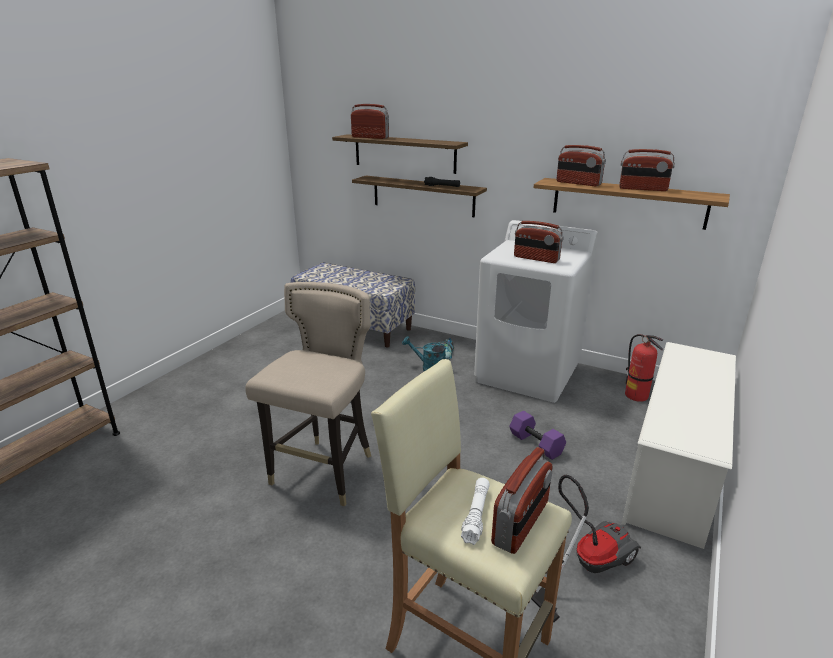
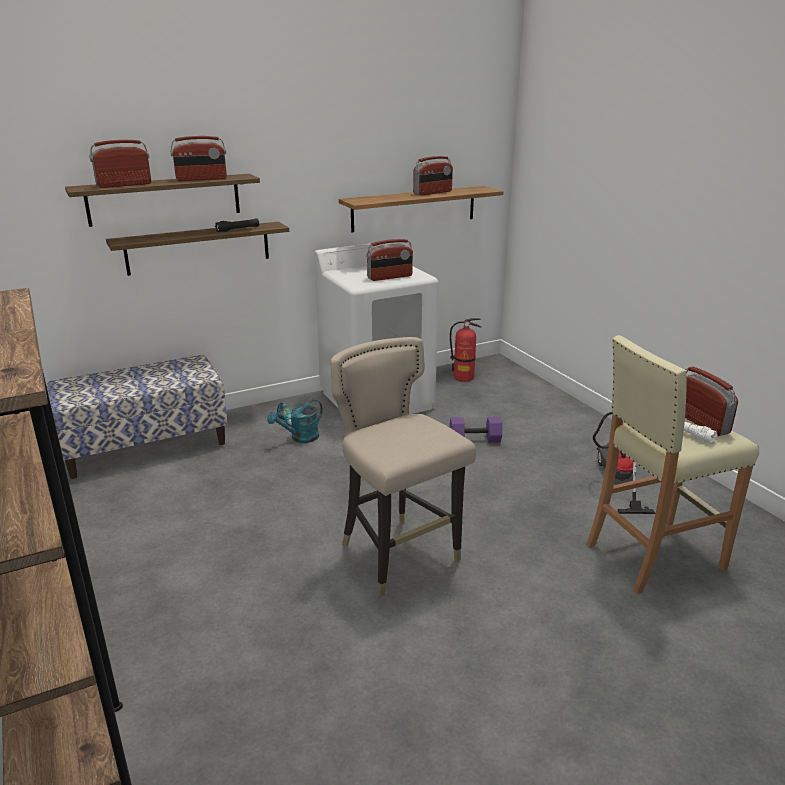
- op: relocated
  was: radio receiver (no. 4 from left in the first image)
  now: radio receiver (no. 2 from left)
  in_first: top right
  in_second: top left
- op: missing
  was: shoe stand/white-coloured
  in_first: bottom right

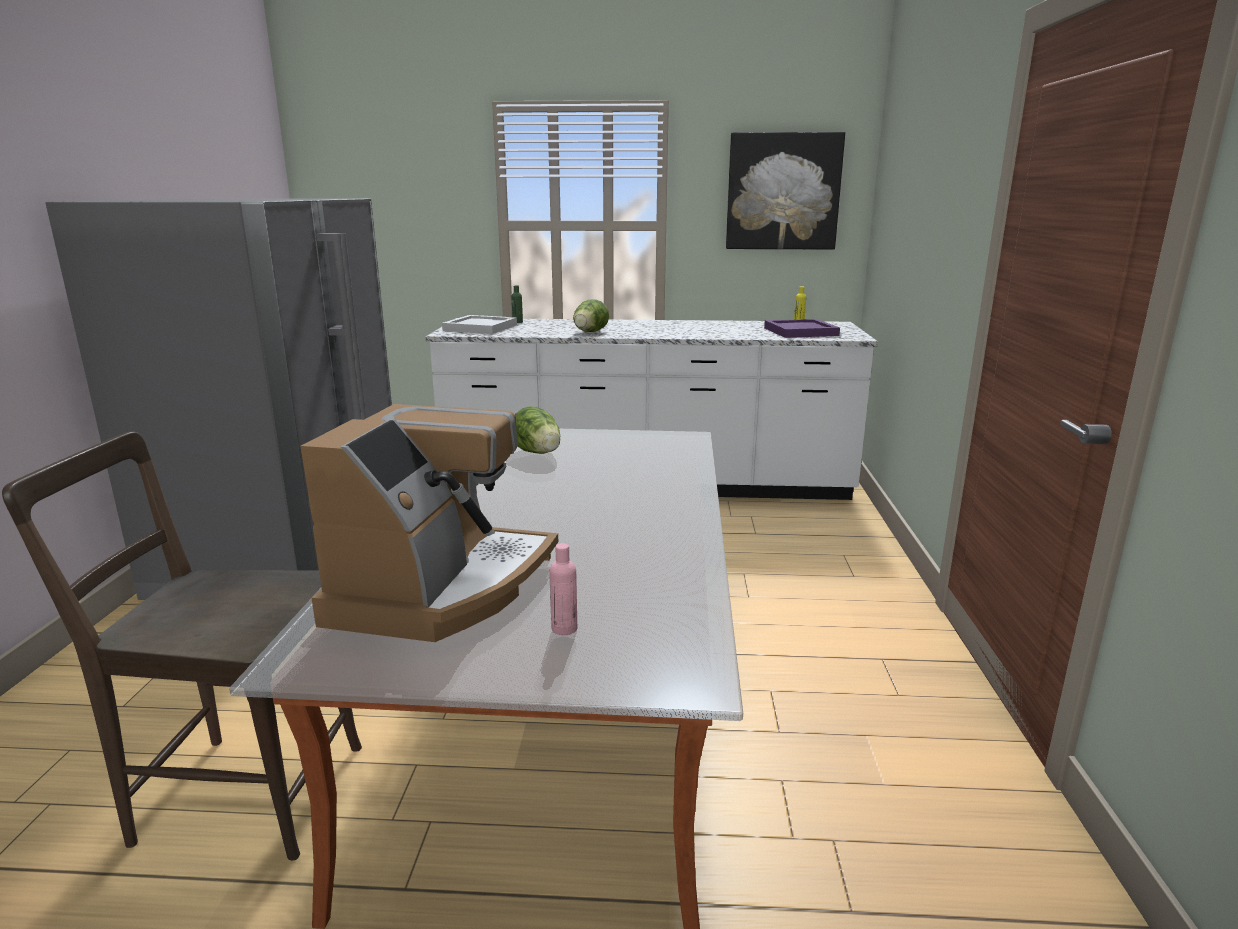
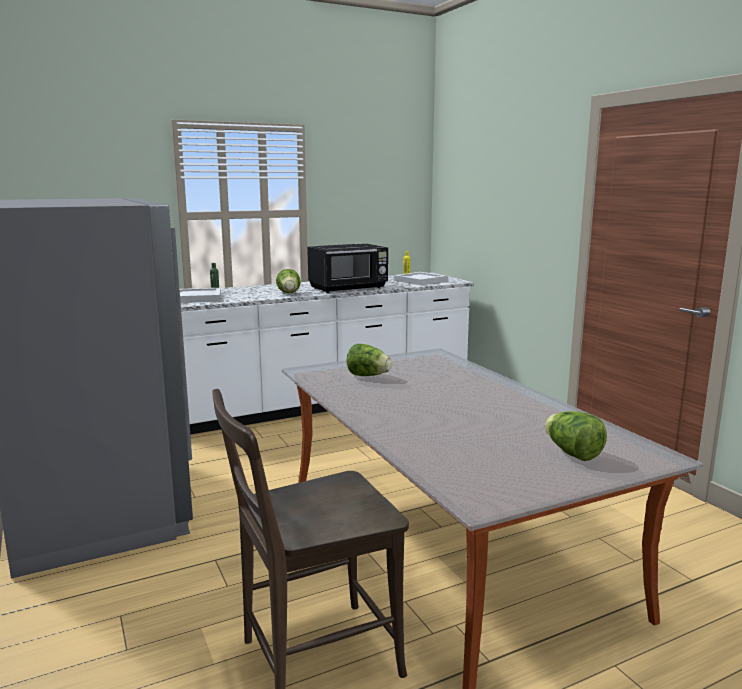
- op: appeared
  now: microwave/black-coloured
  in_second: centre
- op: colour
  was: tray/purple-coloured
  now: tray/white-coloured (no. 2 from left)
  in_first: centre
  in_second: centre
- op: exchanged
  was: beverage bottle/pink-coloured
  now: lettuce head (no. 3 from left)
  in_first: centre
  in_second: middle right
- op: missing
  was: coffee machine
  in_first: centre
- op: missing
  was: picture
  in_first: top centre

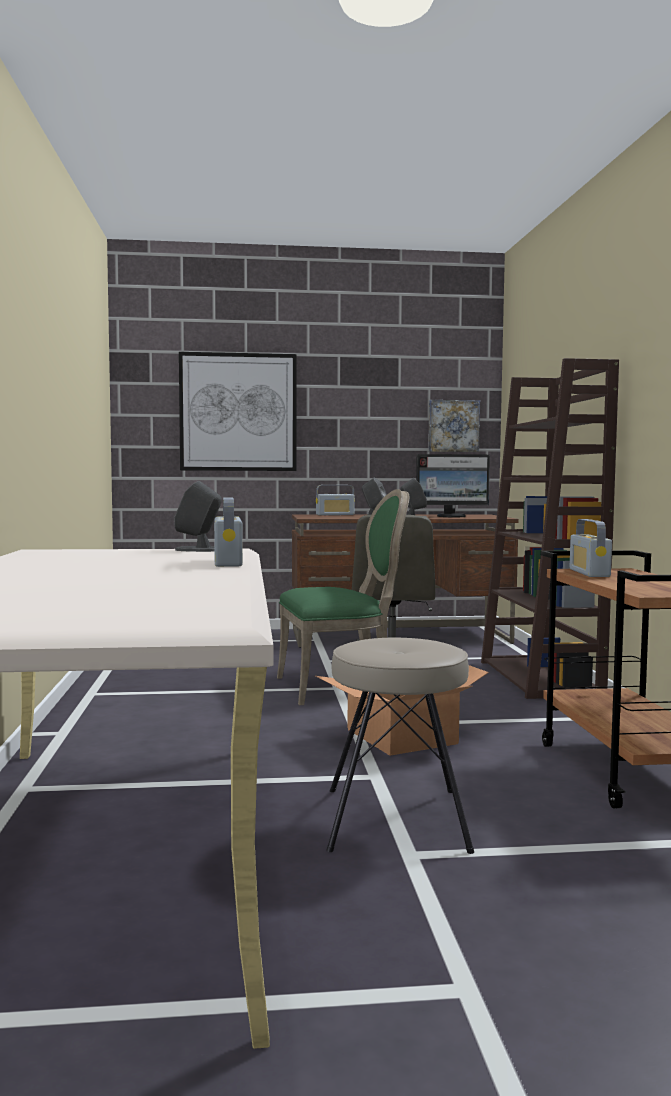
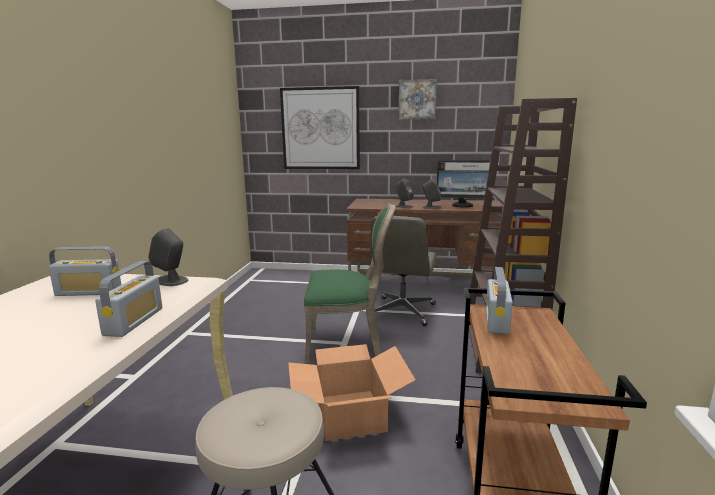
- op: relocated
  was: radio receiver (no. 2 from left in the first image)
  now: radio receiver (no. 1 from left)
  in_first: centre
  in_second: middle left
- op: relocated
  was: picture (no. 2 from left)
  in_first: middle right
  in_second: top centre

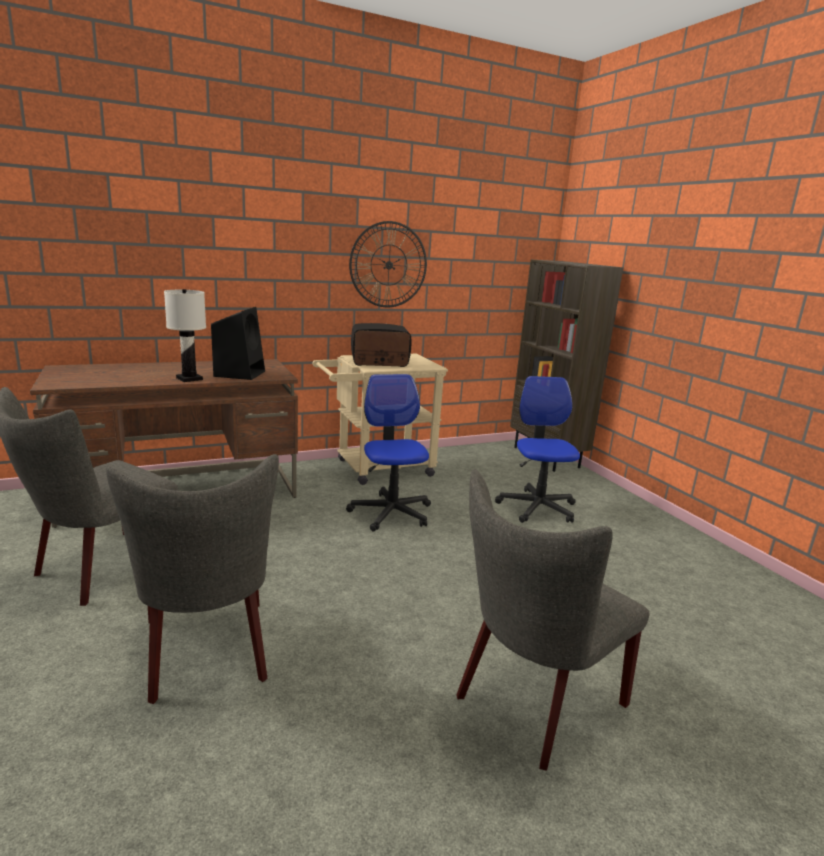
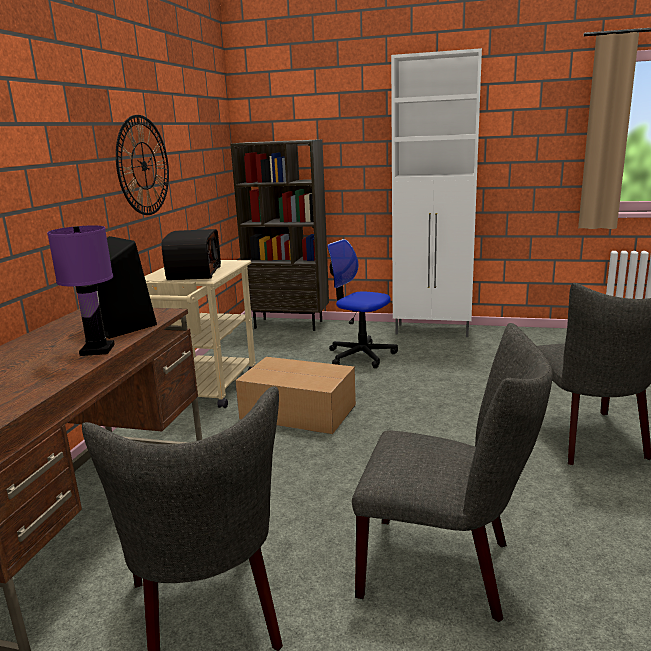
- op: colour
  was: tabletop lamp/white-coloured
  now: tabletop lamp/purple-coloured
  in_first: middle left
  in_second: middle left
- op: spun
  was: radio receiver
  in_first: centre
  in_second: middle left
  clockwise: 150
- op: exchanged
  was: computer chair (no. 1 from left)
  now: cardboard box
  in_first: centre
  in_second: centre
- op: appeared
  now: storage cabinet/white-coloured
  in_second: top right

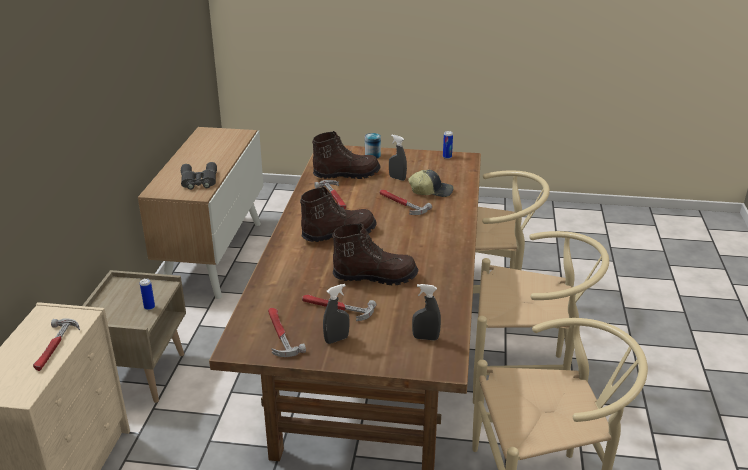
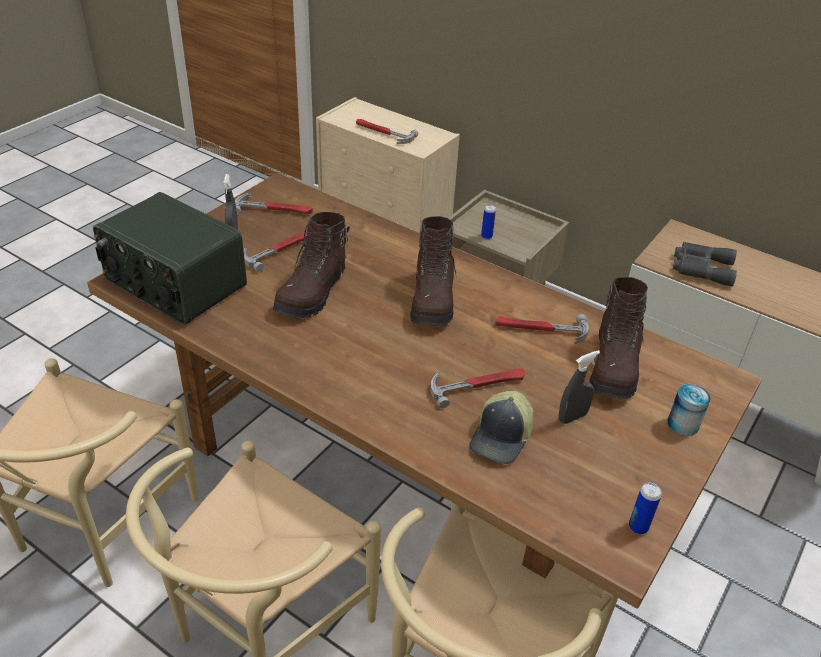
- op: exchanged
  was: hand sprayer/gray (no. 3 from left)
  now: radio receiver
  in_first: centre
  in_second: middle left

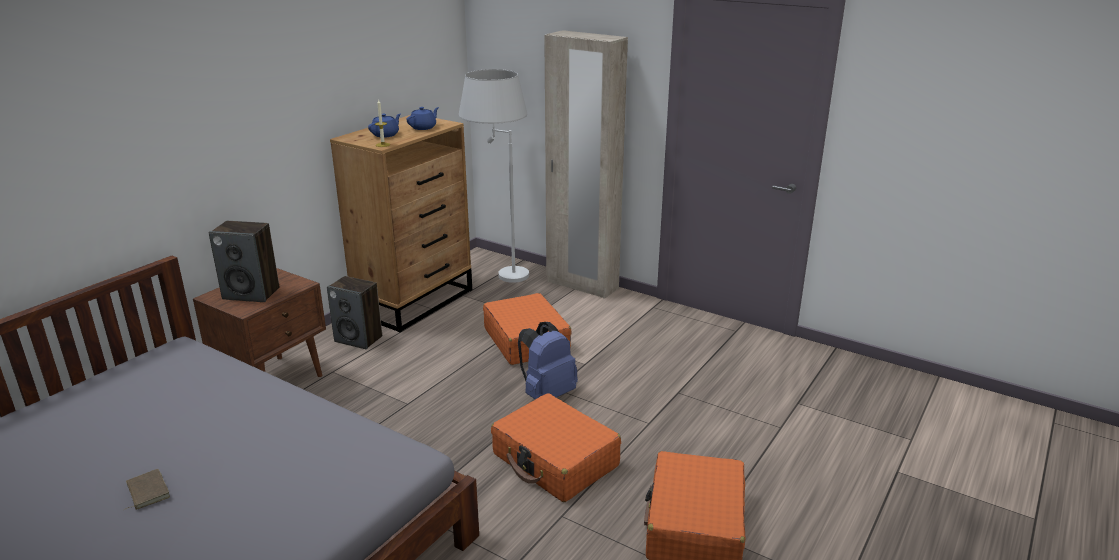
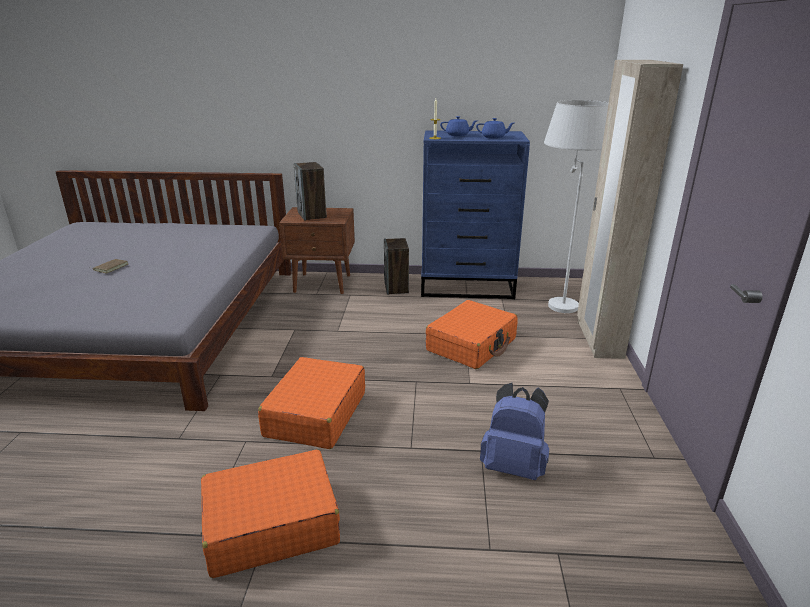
- op: colour
  was: chest of drawers/brown
  now: chest of drawers/blue-coloured
  in_first: centre
  in_second: centre
- op: relocated
  was: rucksack/blue-coloured
  in_first: centre
  in_second: bottom centre

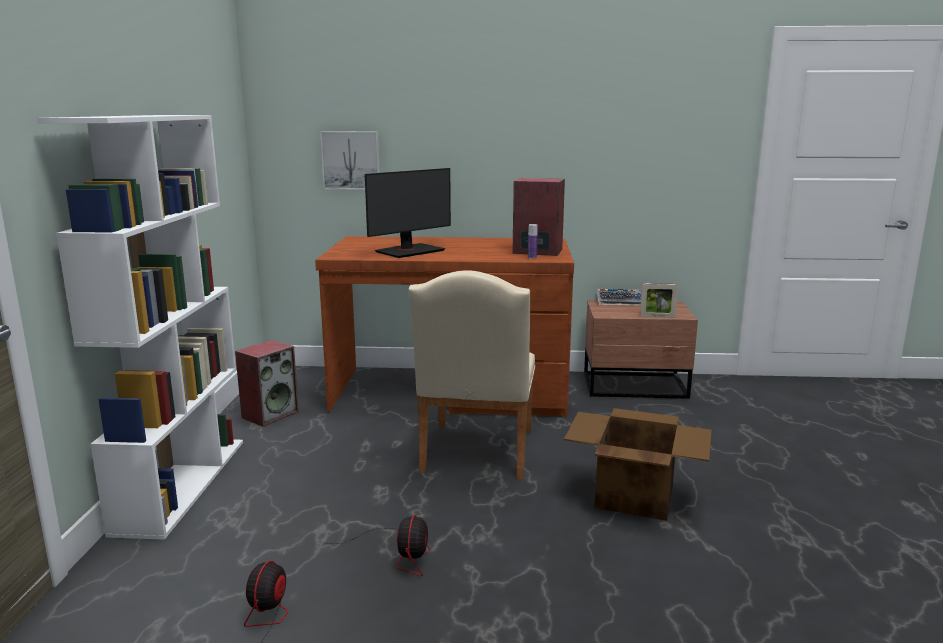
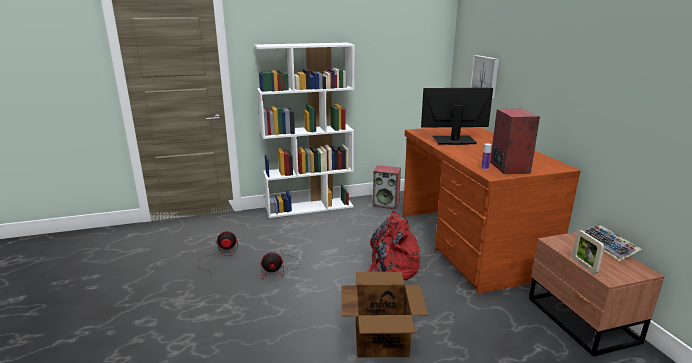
- op: exchanged
  was: upright chair/sand-coloured
  now: rucksack/reddish
  in_first: centre
  in_second: bottom centre
- op: spun
  was: computer screen
  in_first: top centre
  in_second: top centre
  clockwise: 150

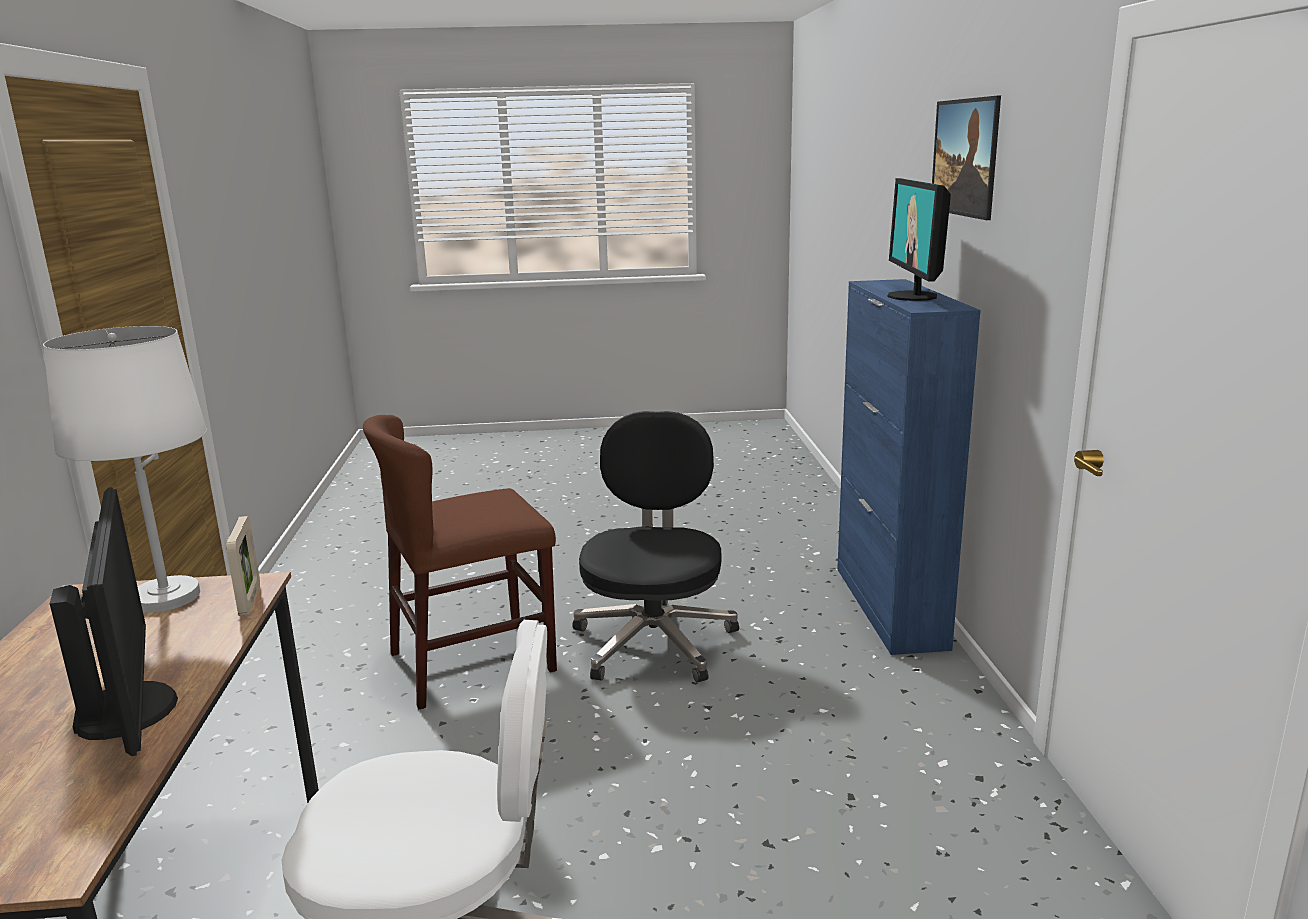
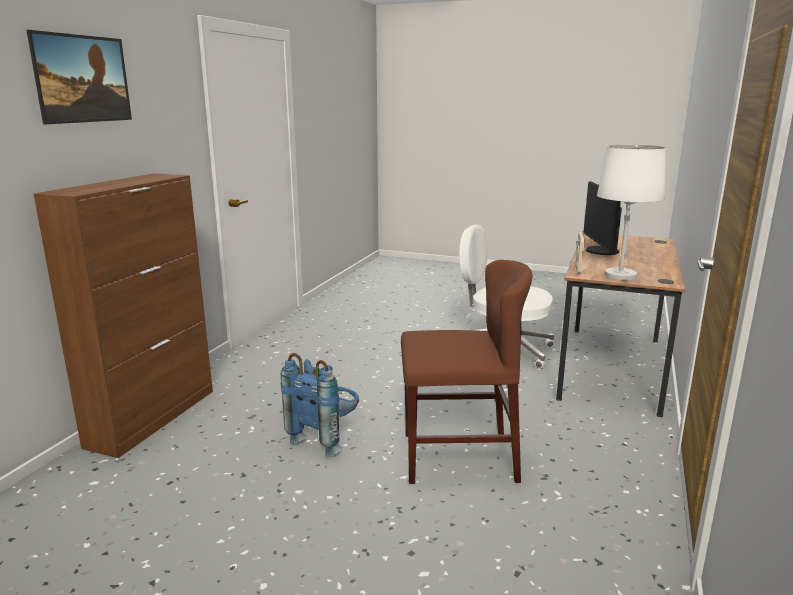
- op: colour
  was: storage cabinet/blue-coloured
  now: storage cabinet/brown
  in_first: middle right
  in_second: middle left
- op: exchanged
  was: computer chair/black-coloured
  now: rucksack/blue-coloured
  in_first: centre
  in_second: bottom centre
- op: missing
  was: computer screen (no. 2 from left)
  in_first: top right

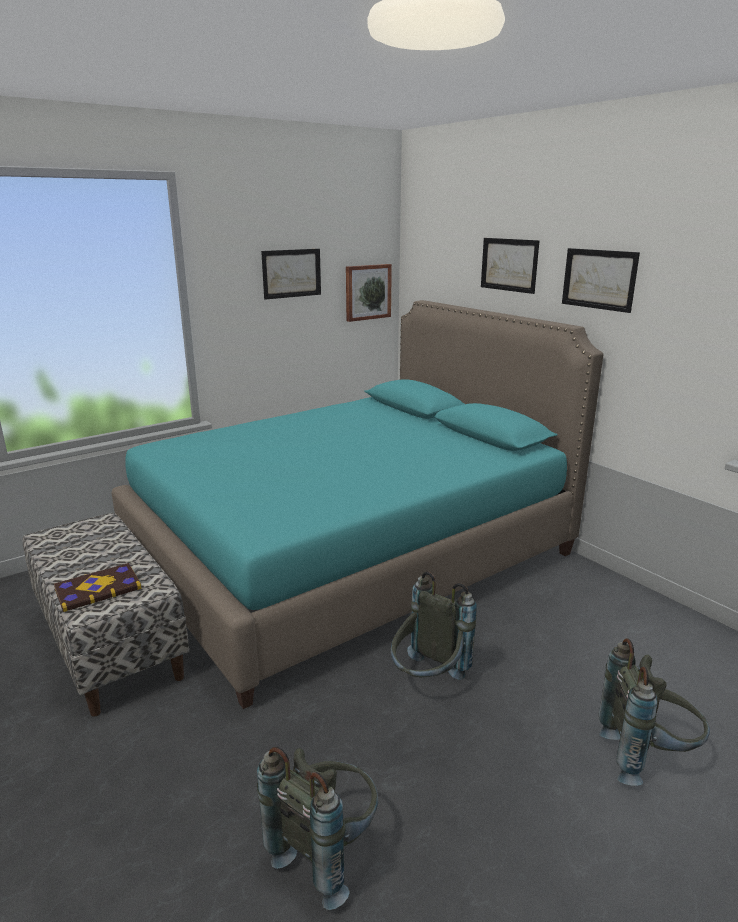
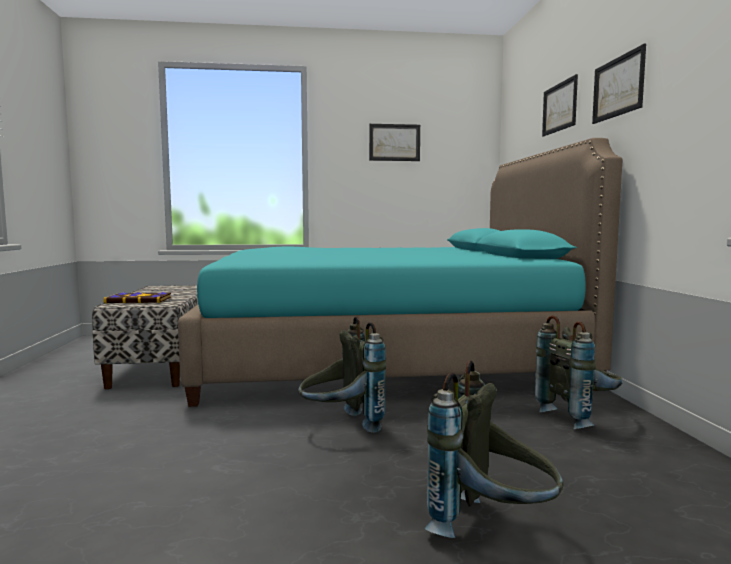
- op: relocated
  was: rucksack/gray (no. 1 from left in the first image)
  now: rucksack/gray (no. 3 from left)
  in_first: bottom centre
  in_second: middle right
- op: missing
  was: picture (no. 2 from left)
  in_first: top centre

